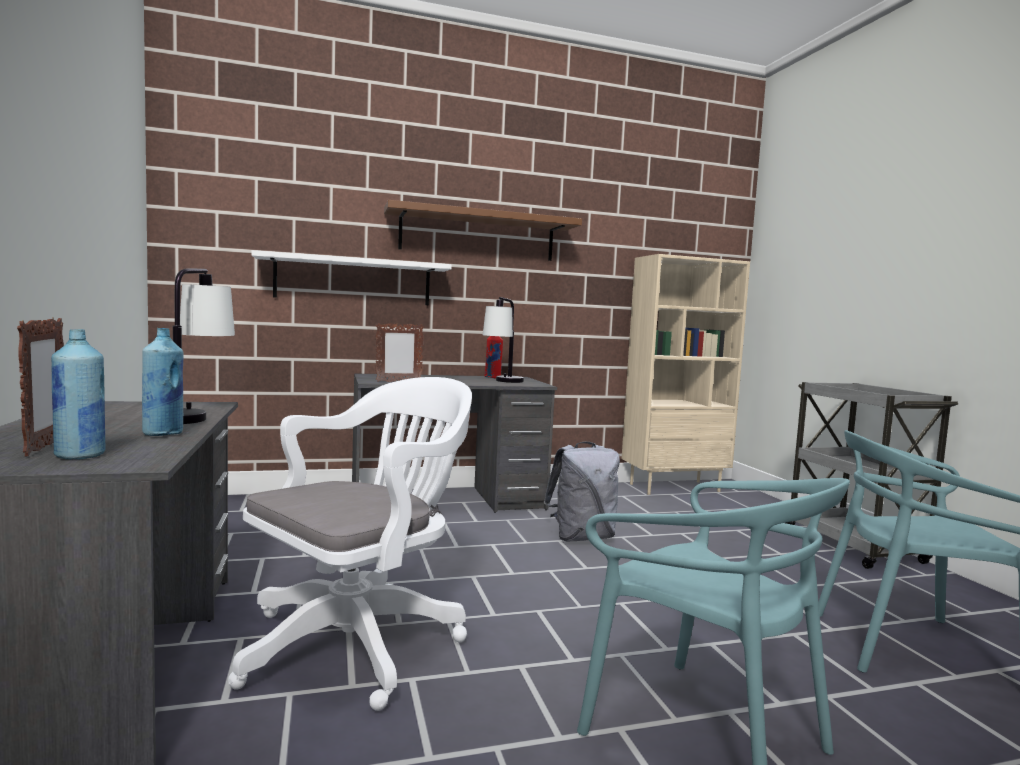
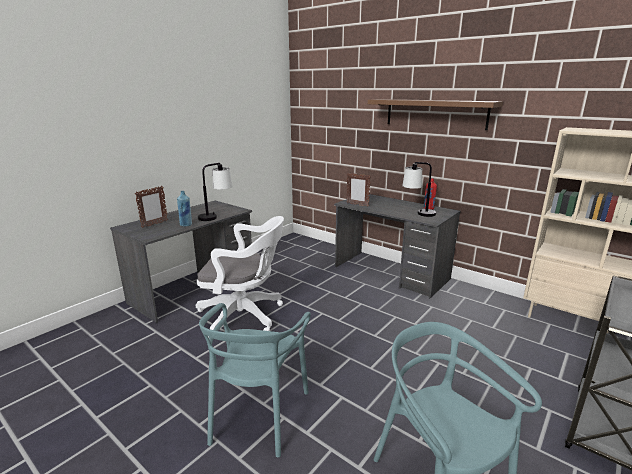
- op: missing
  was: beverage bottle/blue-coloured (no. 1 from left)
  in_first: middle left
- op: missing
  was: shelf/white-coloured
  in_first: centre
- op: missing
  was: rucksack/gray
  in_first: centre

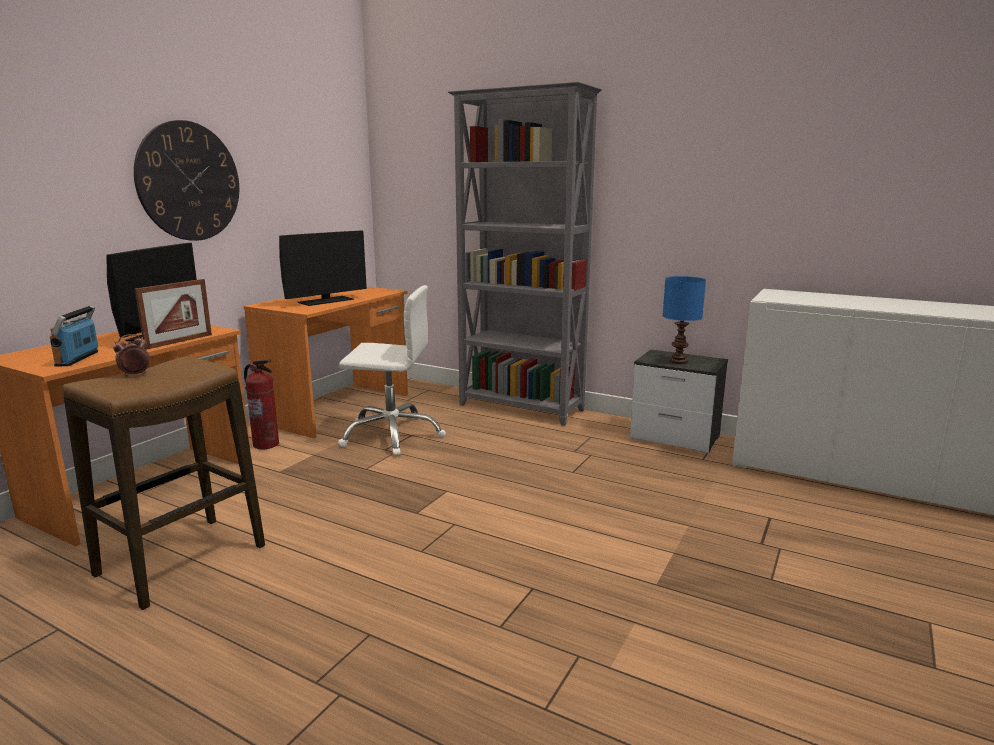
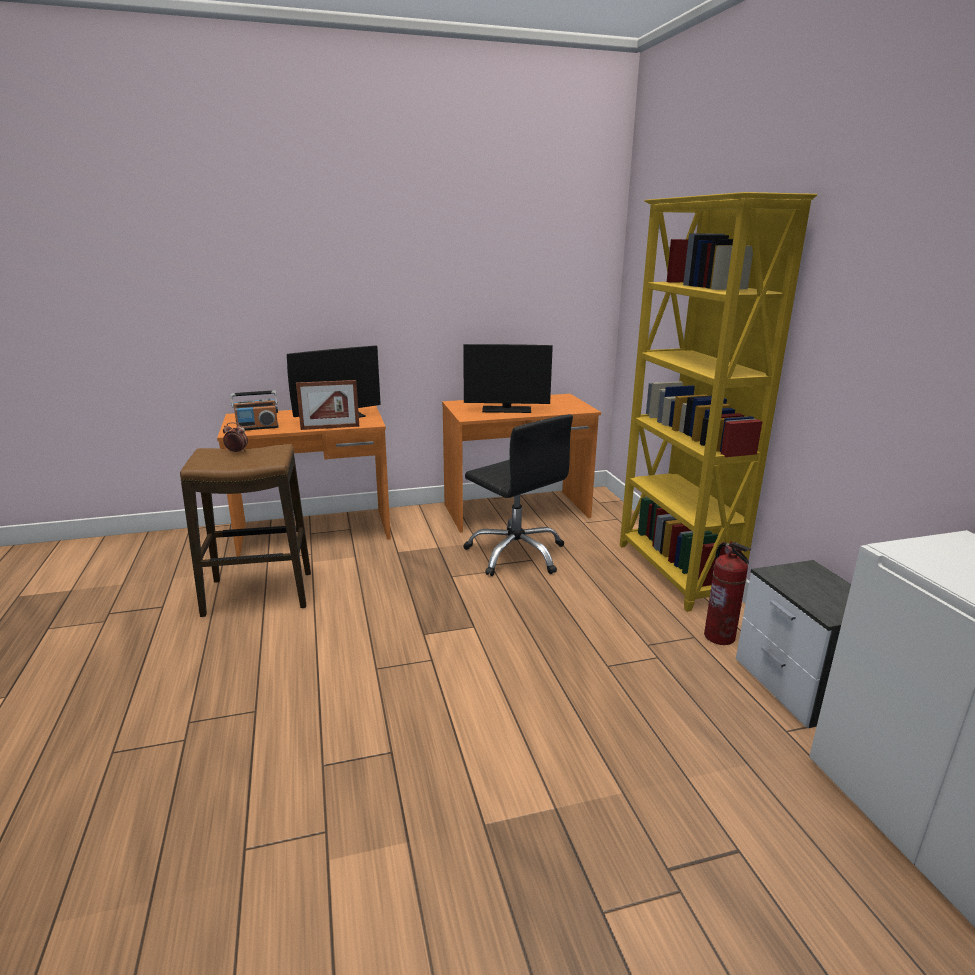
- op: spun
  was: radio receiver
  in_first: middle left
  in_second: middle left
  clockwise: -150
- op: colour
  was: computer chair/white-coloured
  now: computer chair/black-coloured
  in_first: centre
  in_second: centre
- op: colour
  was: bookcase/gray
  now: bookcase/yellowish
  in_first: centre
  in_second: middle right
- op: relocated
  was: fire-fighting cylinder
  in_first: middle left
  in_second: middle right
- op: missing
  was: clock on the wall
  in_first: top left
- op: missing
  was: tabletop lamp/blue-coloured
  in_first: middle right

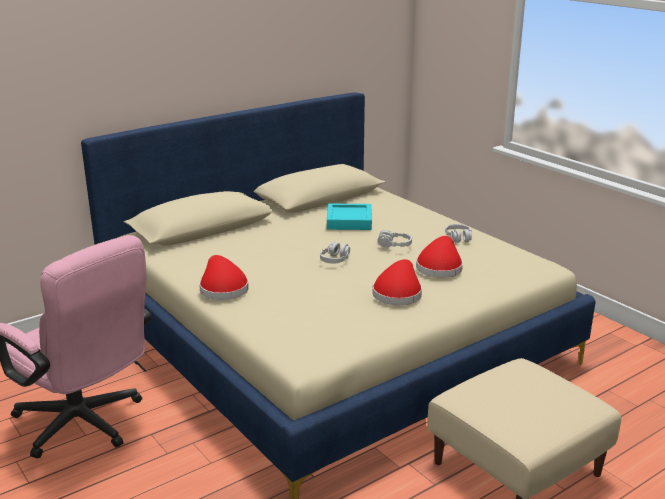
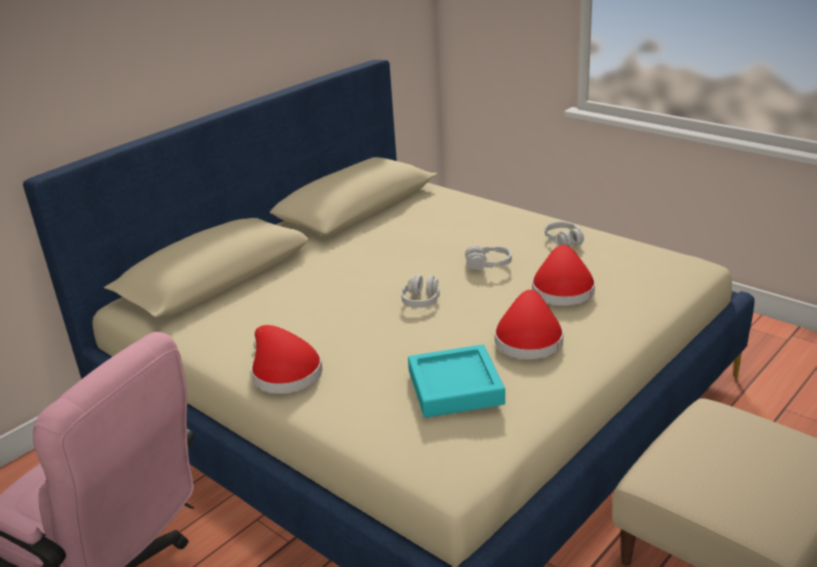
- op: relocated
  was: tray/turquoise
  in_first: centre
  in_second: bottom centre

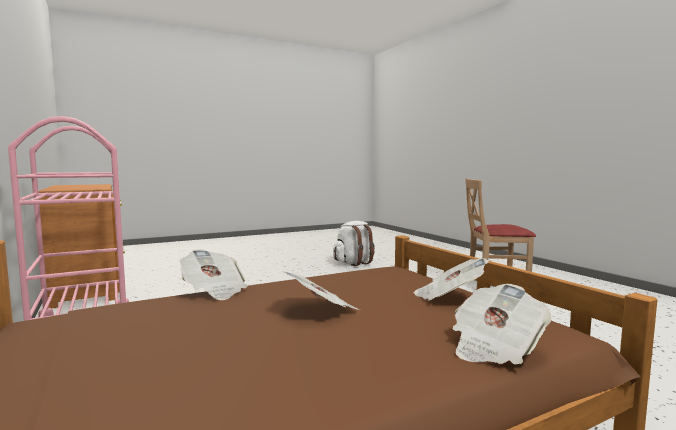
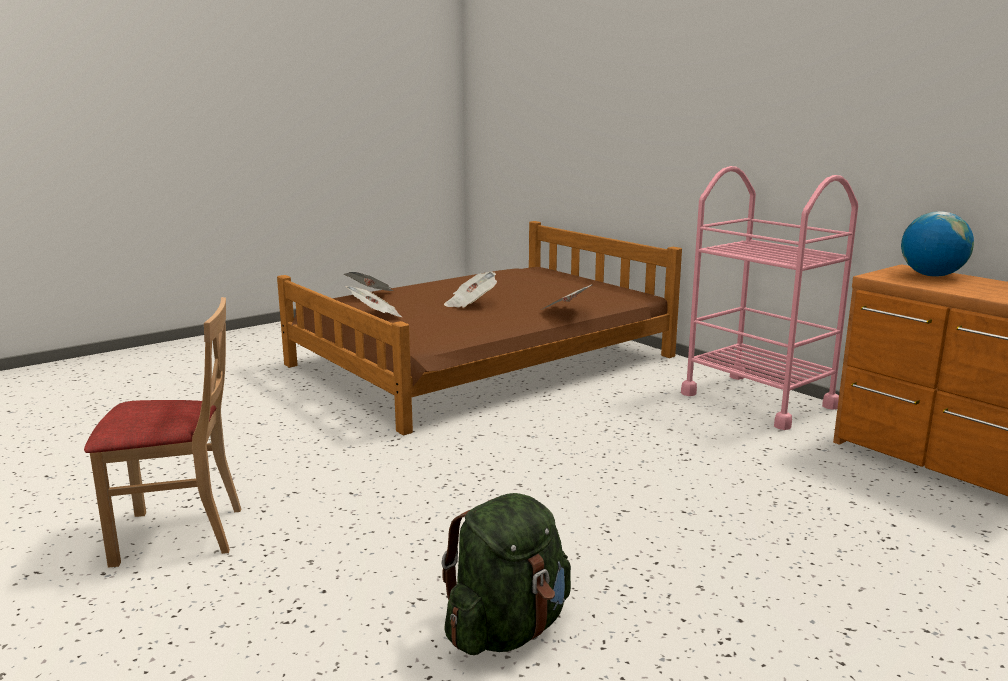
- op: colour
  was: rucksack/white-coloured
  now: rucksack/green
  in_first: centre
  in_second: bottom centre
- op: appeared
  now: world globe
  in_second: middle right

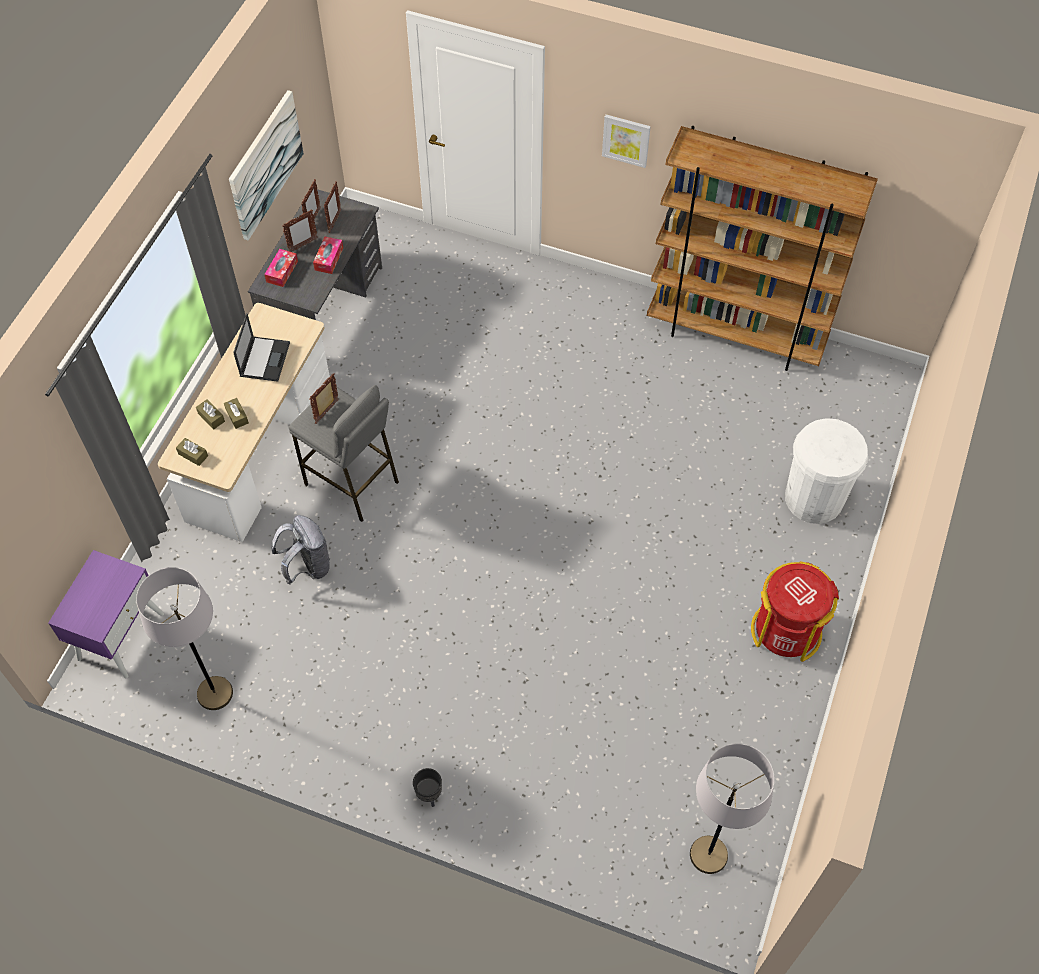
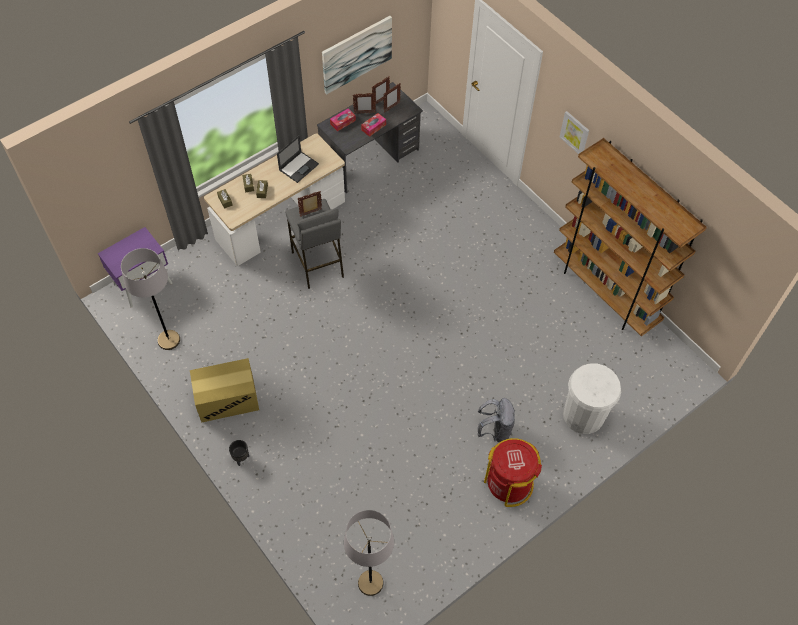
- op: appeared
  now: cardboard box
  in_second: middle left
- op: relocated
  was: rucksack/gray
  in_first: middle left
  in_second: bottom centre

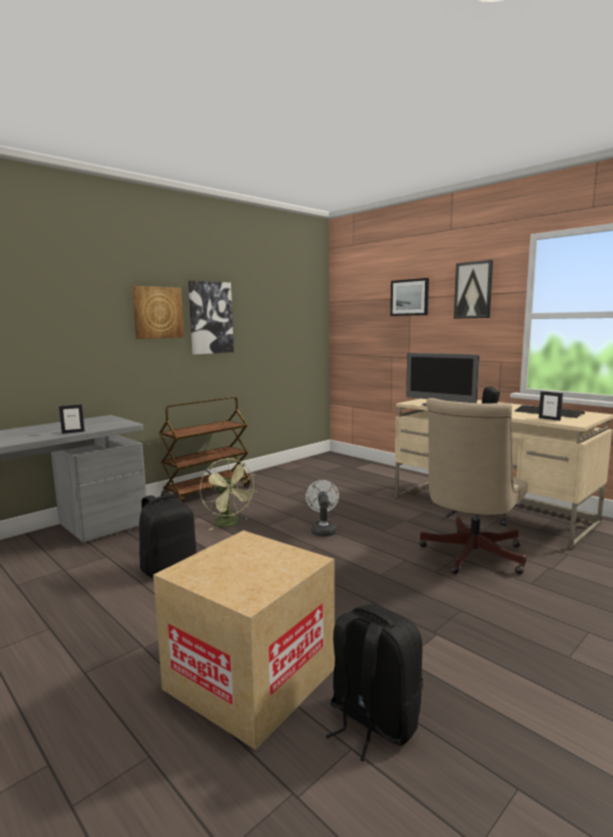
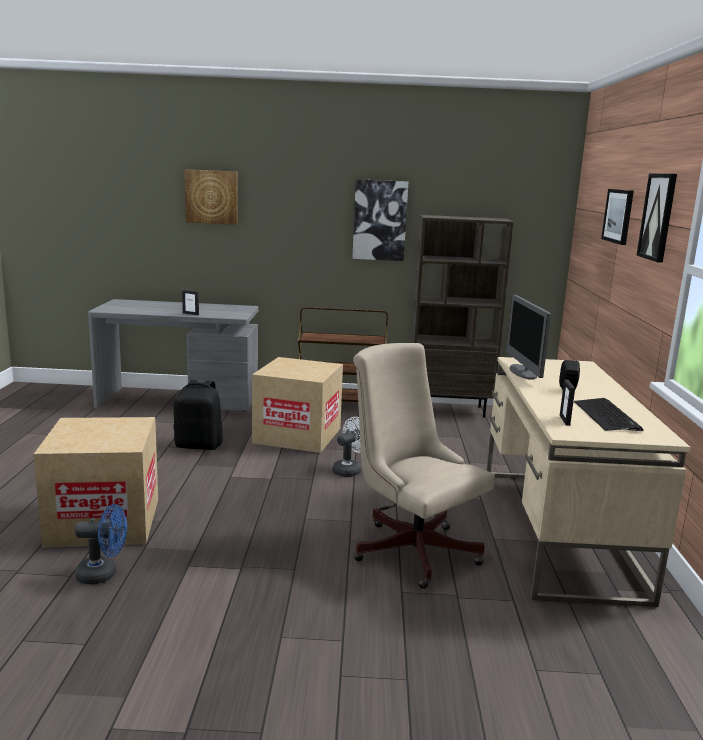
- op: exchanged
  was: rucksack/black-coloured (no. 2 from left)
  now: fan/blue-coloured
  in_first: bottom centre
  in_second: bottom left
- op: relocated
  was: picture (no. 1 from left)
  in_first: middle left
  in_second: top left
- op: exchanged
  was: fan/green
  now: cardboard box (no. 2 from left)
  in_first: centre
  in_second: centre
- op: spun
  was: computer chair/sand-coloured
  in_first: middle right
  in_second: centre
  clockwise: 60
- op: appeared
  now: bookcase/brown
  in_second: centre

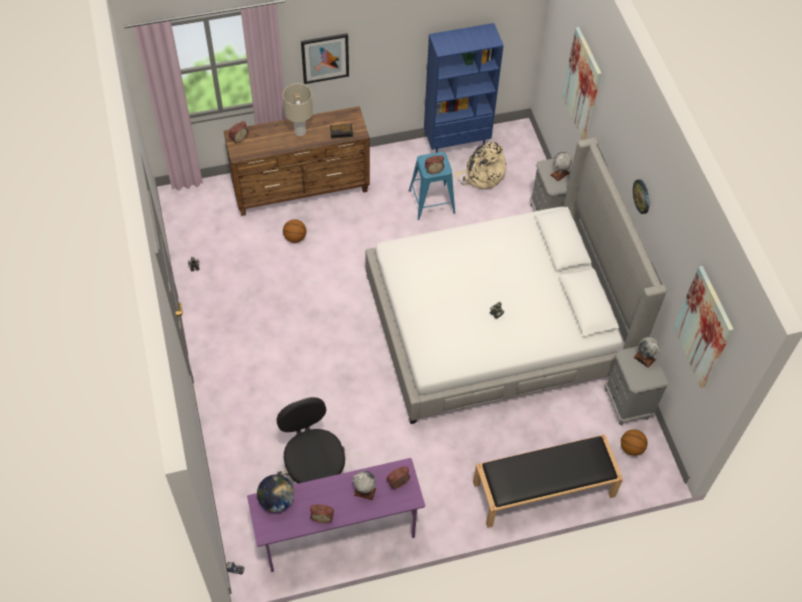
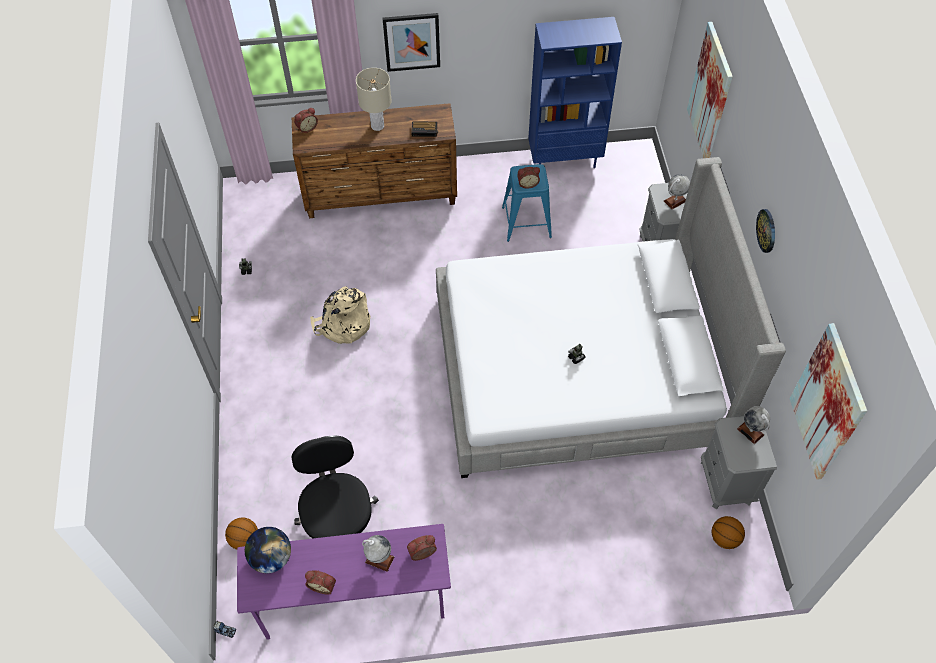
- op: relocated
  was: basketball (no. 1 from left)
  in_first: centre
  in_second: bottom left
- op: relocated
  was: rucksack/sand-coloured
  in_first: top centre
  in_second: centre
- op: missing
  was: bench/black-coloured
  in_first: bottom right

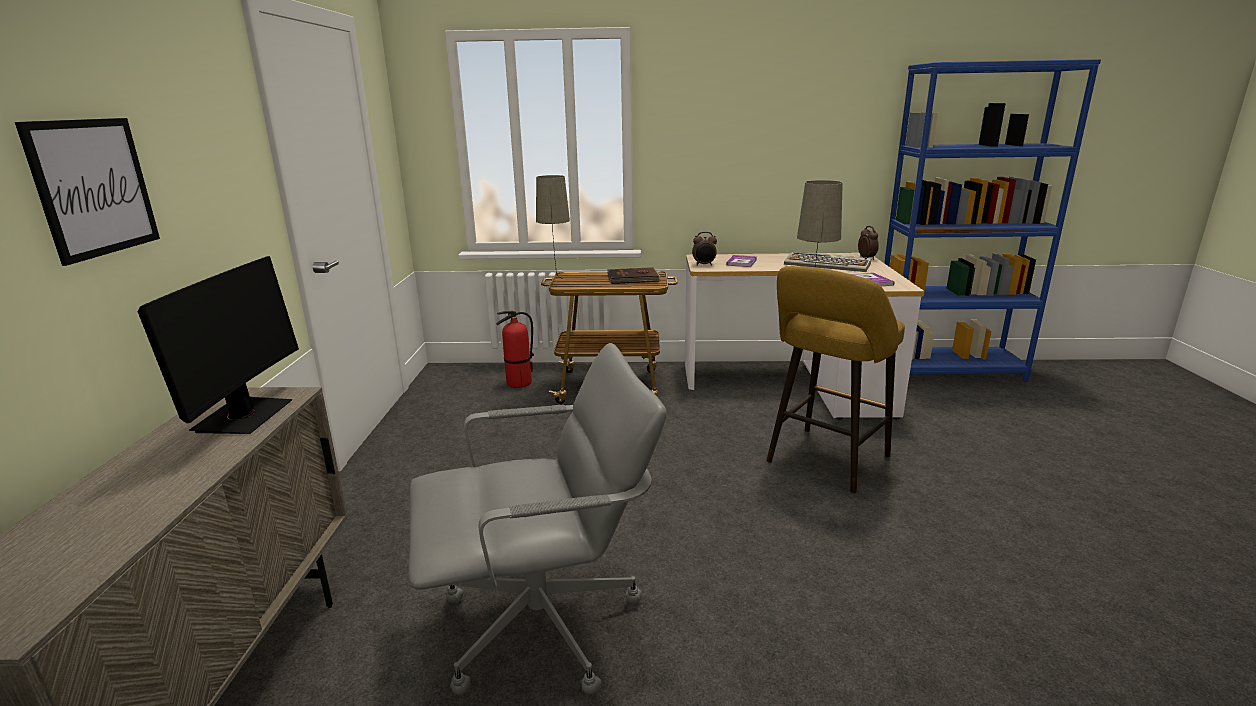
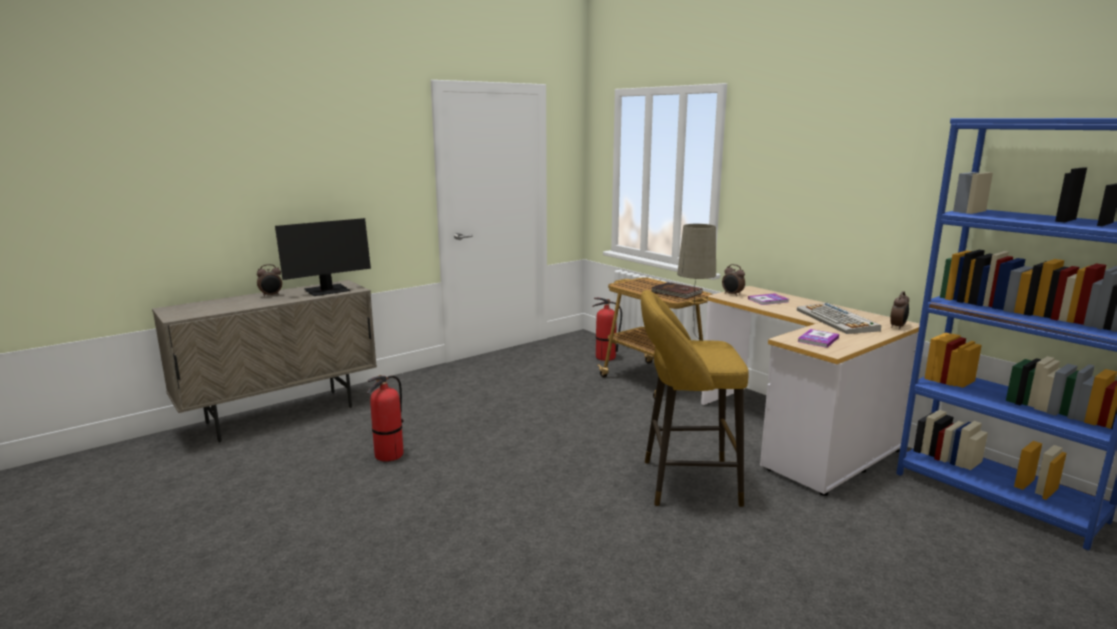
- op: appeared
  now: table clock (no. 1 from left)
  in_second: middle left
- op: exchanged
  was: computer chair/gray
  now: fire-fighting cylinder (no. 1 from left)
  in_first: bottom centre
  in_second: centre
- op: missing
  was: picture
  in_first: top left
- op: missing
  was: tabletop lamp/sand-coloured (no. 1 from left)
  in_first: top centre

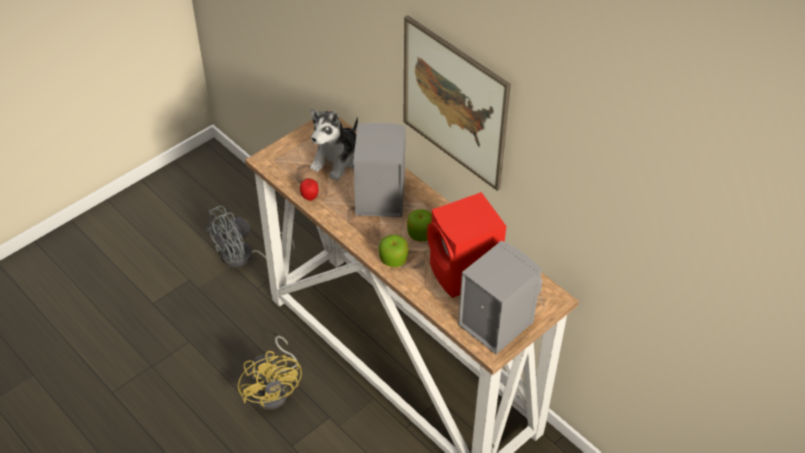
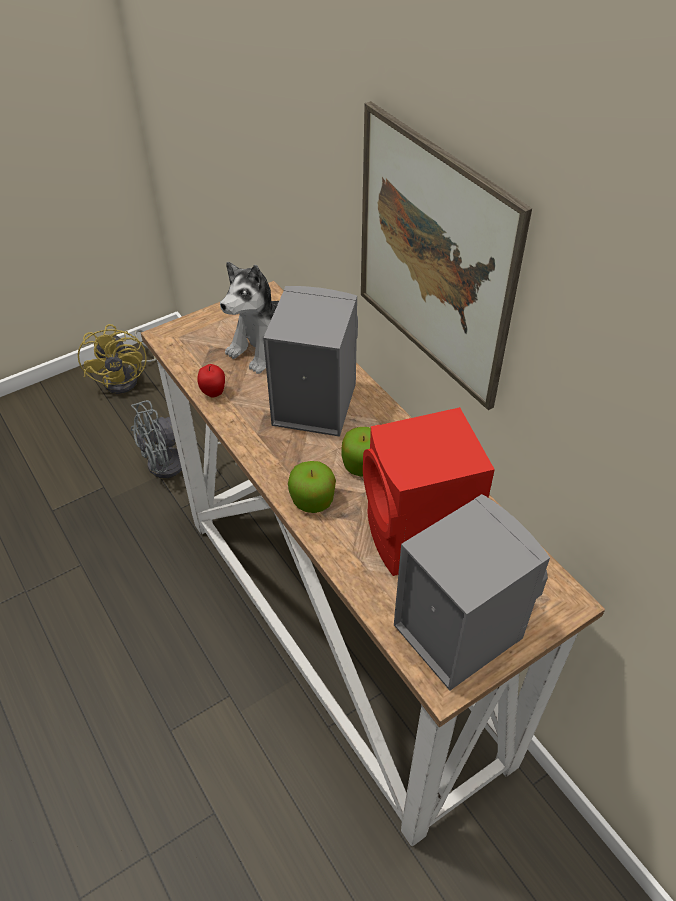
- op: relocated
  was: fan/yellowish
  in_first: bottom centre
  in_second: middle left

